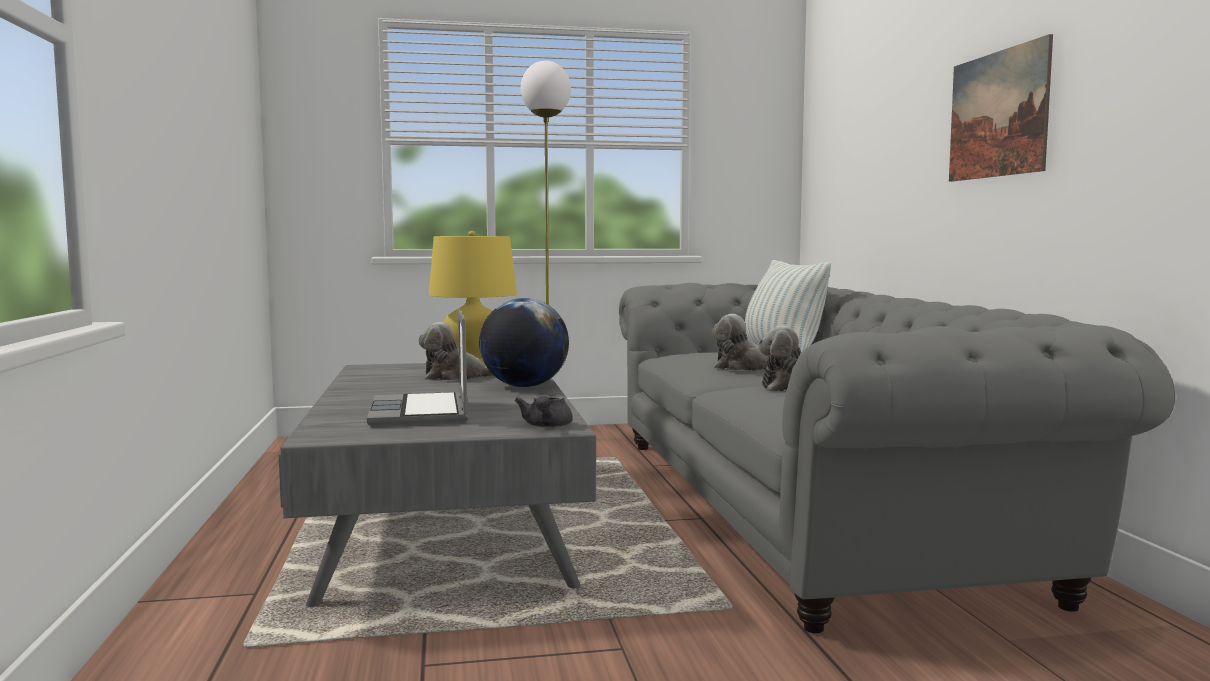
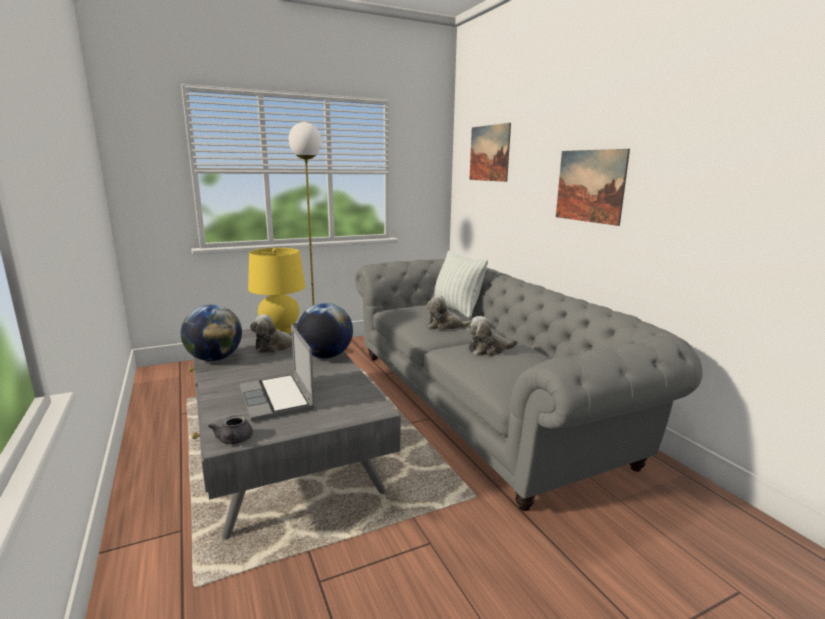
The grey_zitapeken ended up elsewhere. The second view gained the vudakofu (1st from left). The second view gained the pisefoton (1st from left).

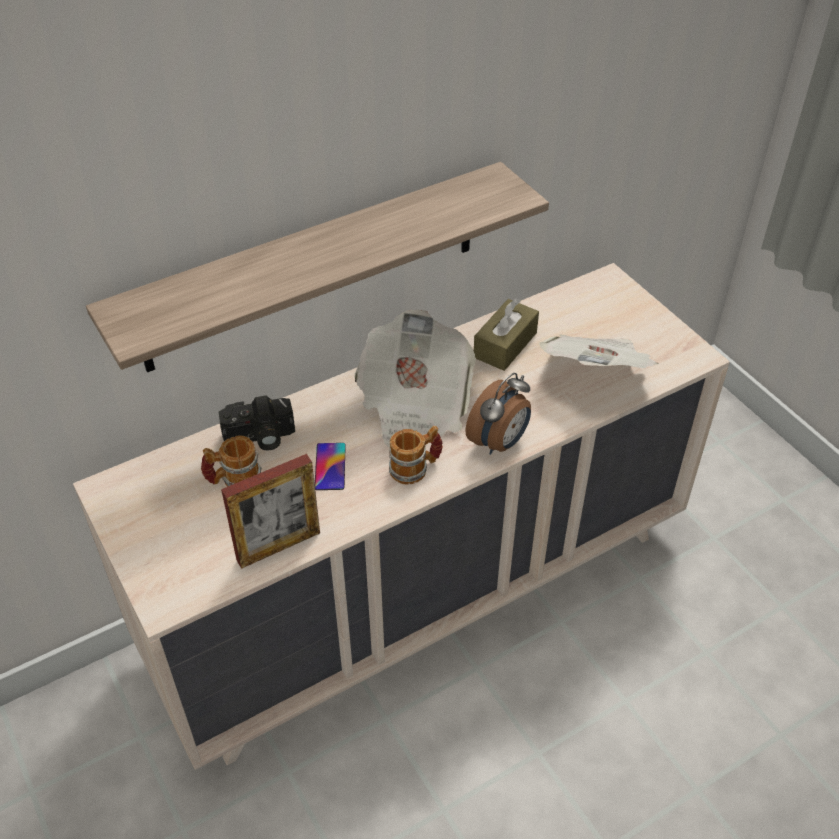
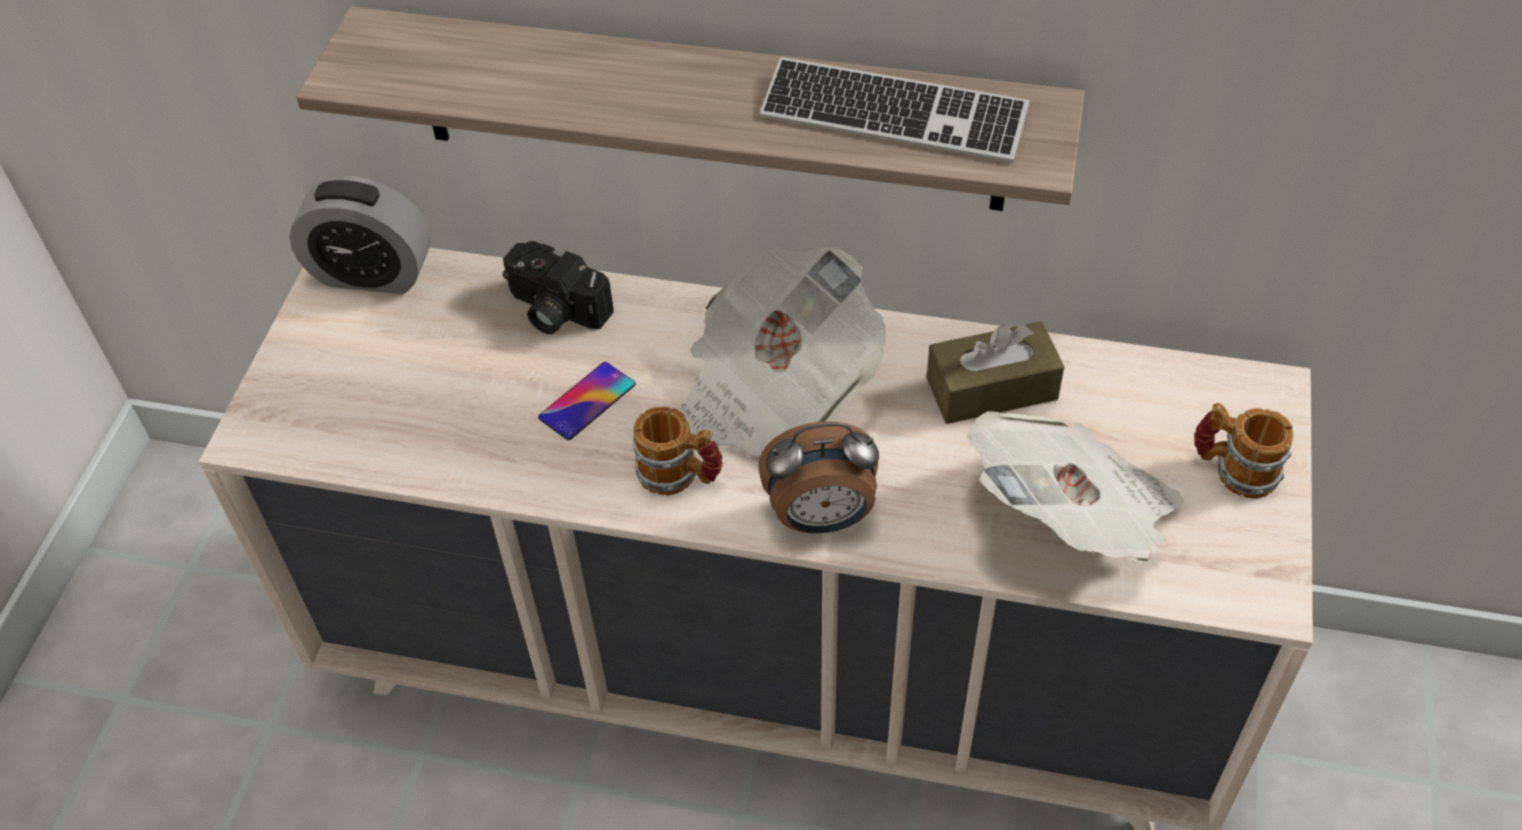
The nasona (1st from left in the first image) ended up elsewhere. The second view lost the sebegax. The second view gained the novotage. The second view gained the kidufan (1st from left).

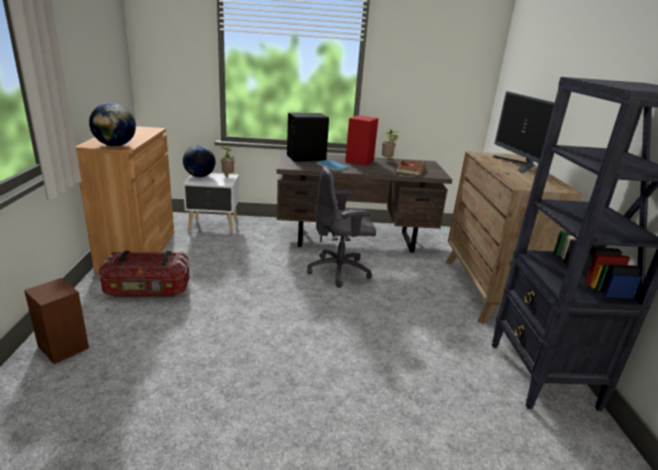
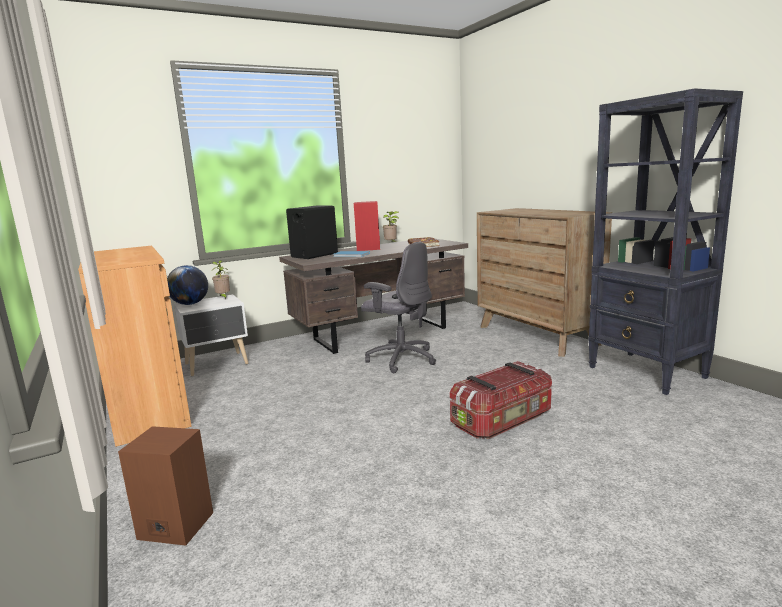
The second view lost the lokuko. The second view lost the pisefoton (1st from left). The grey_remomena ended up facing another way, 105 degrees counterclockwise from before. The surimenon ended up elsewhere.

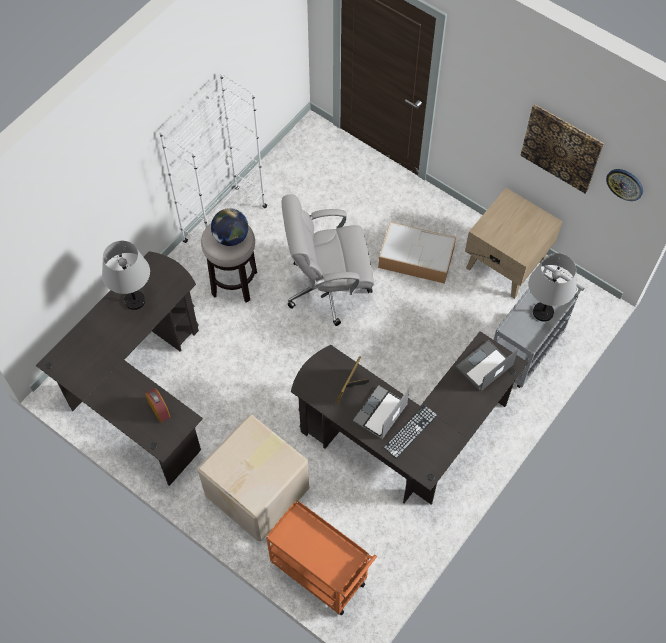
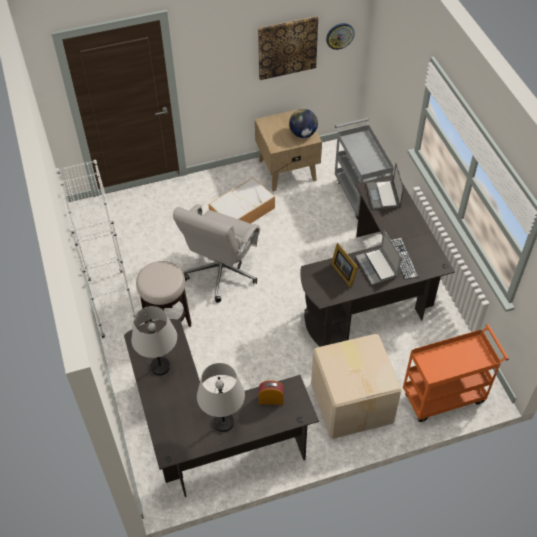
The pisefoton ended up elsewhere. The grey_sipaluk (2nd from left) ended up elsewhere.

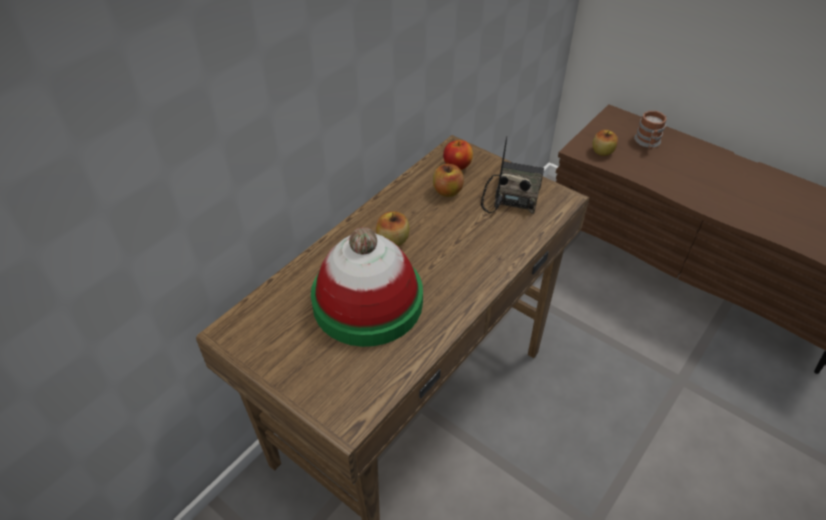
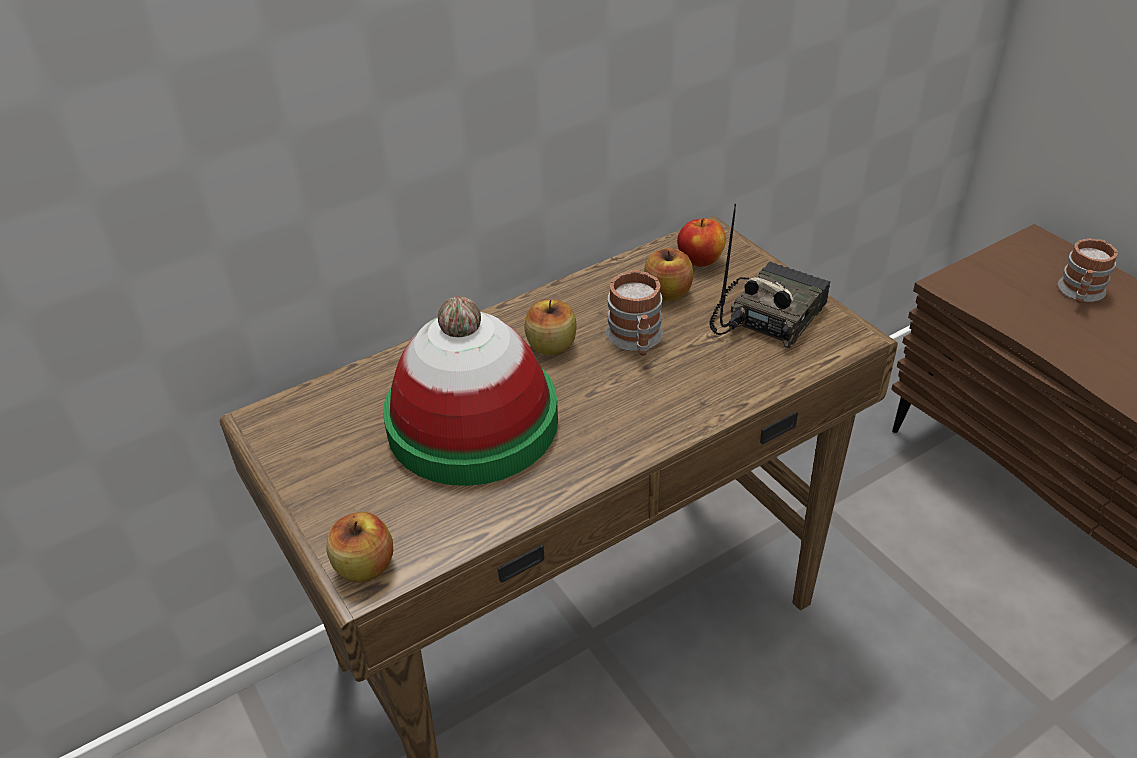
The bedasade (4th from left in the first image) ended up elsewhere. The second view gained the nasona (1st from left).

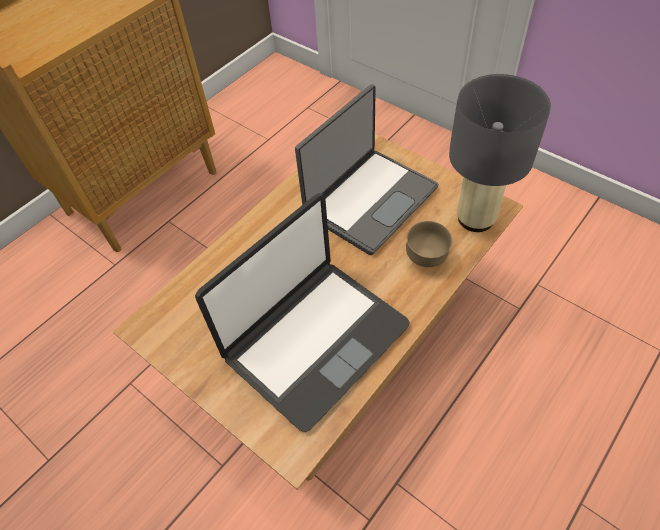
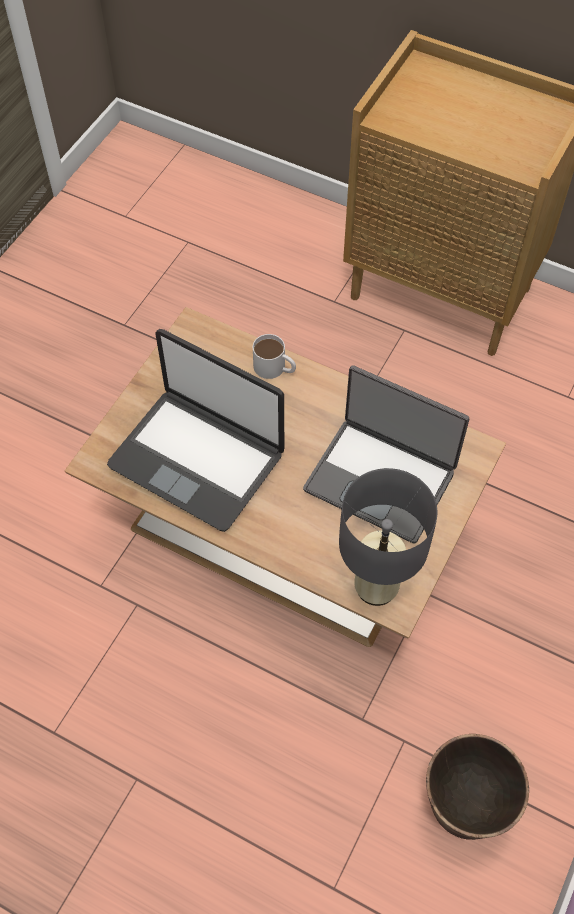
The second view lost the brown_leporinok. The second view gained the white_nasona. The second view gained the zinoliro.

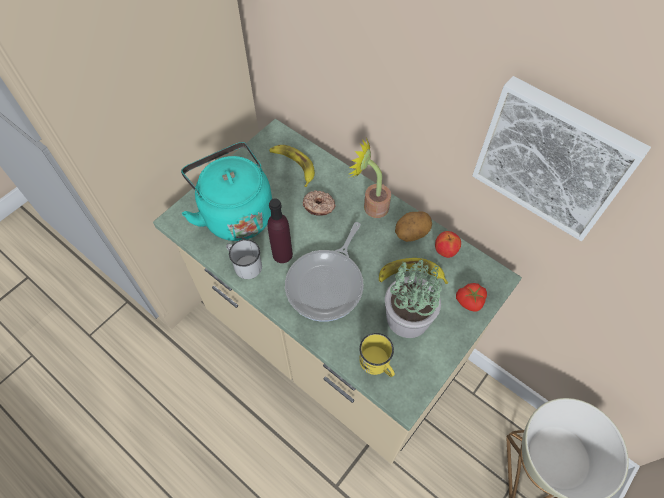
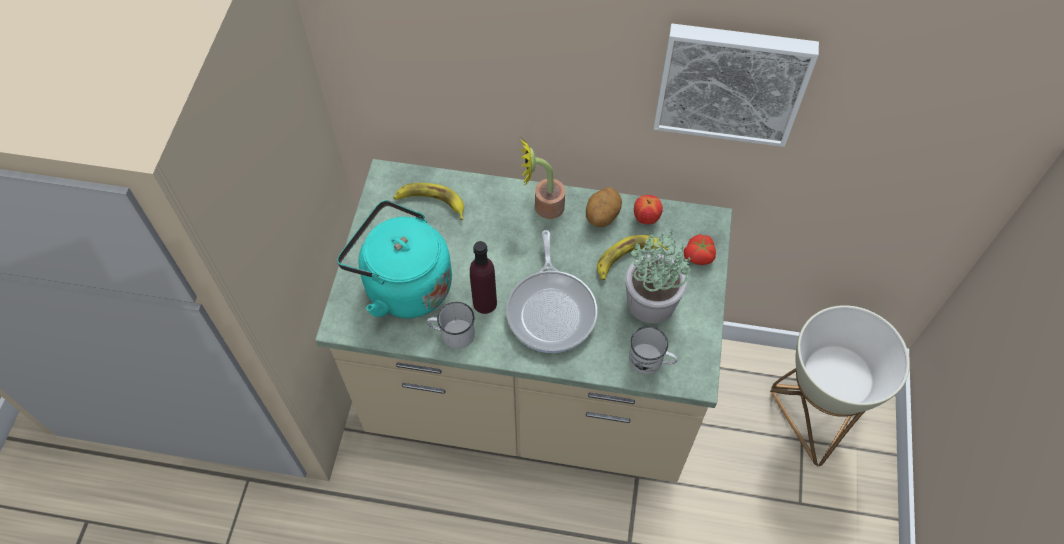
The second view lost the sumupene. What was the yellow_nasona turned into the white_nasona (2nd from left).

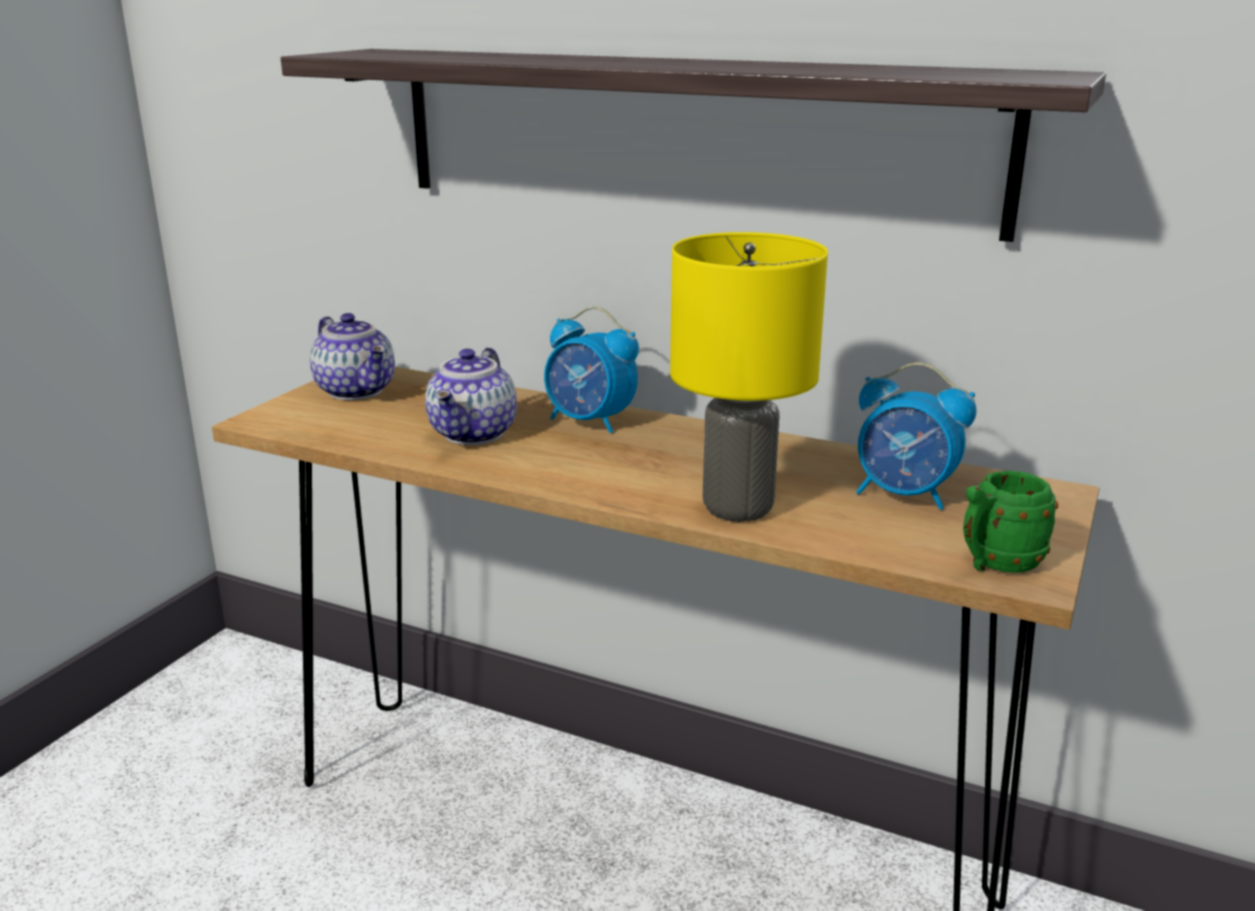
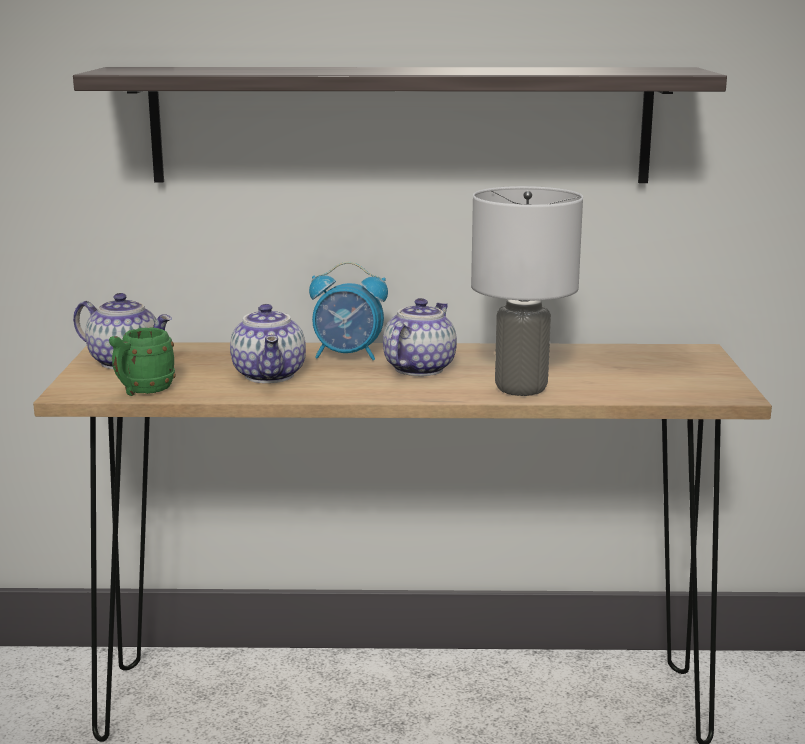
What was the yellow_sipaluk turned into the white_sipaluk. The second view lost the kidufan (2nd from left). The green_nasona ended up elsewhere. The second view gained the zitapeken (3rd from left).

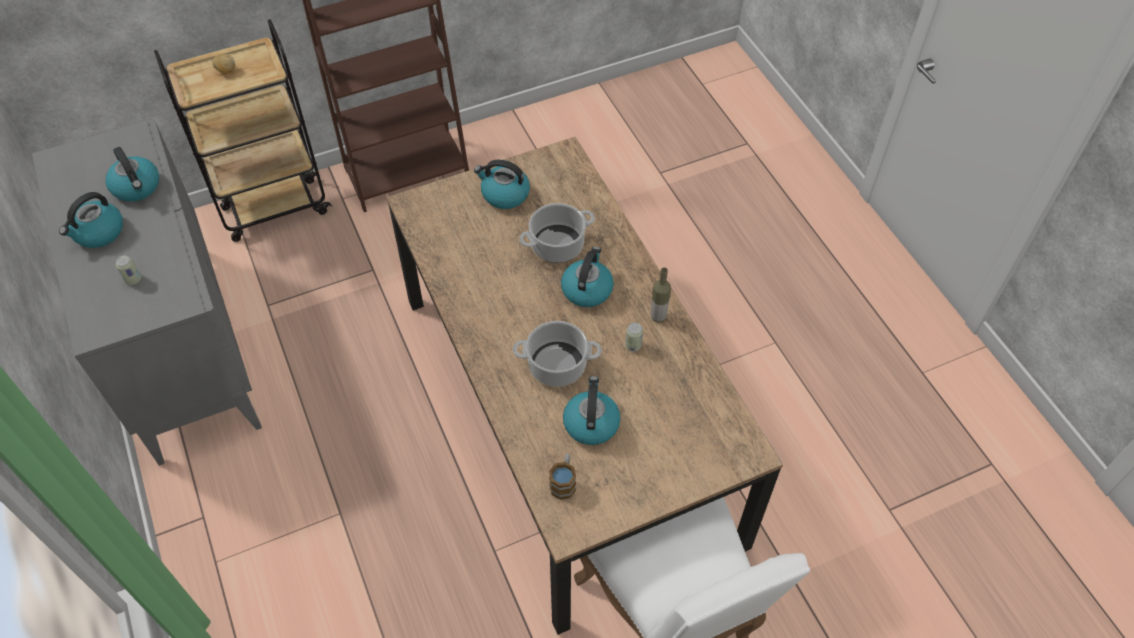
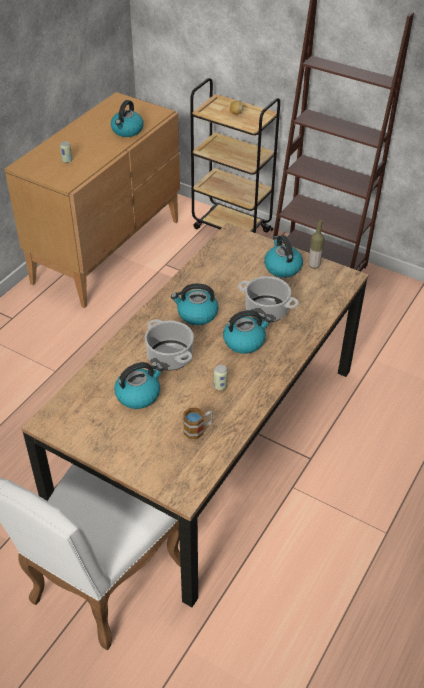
What was the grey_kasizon turned into the brown_kasizon. The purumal (1st from left in the first image) ended up elsewhere. The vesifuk ended up elsewhere. The nasona ended up elsewhere.

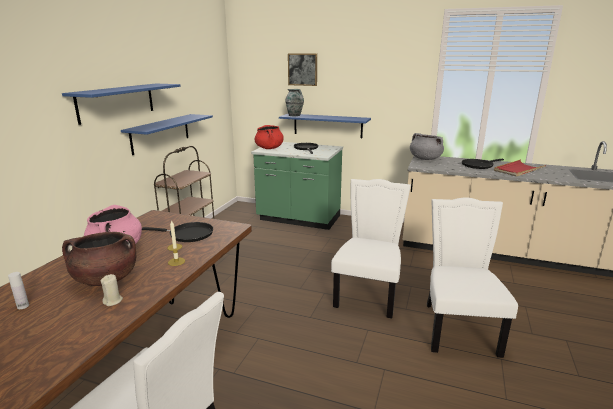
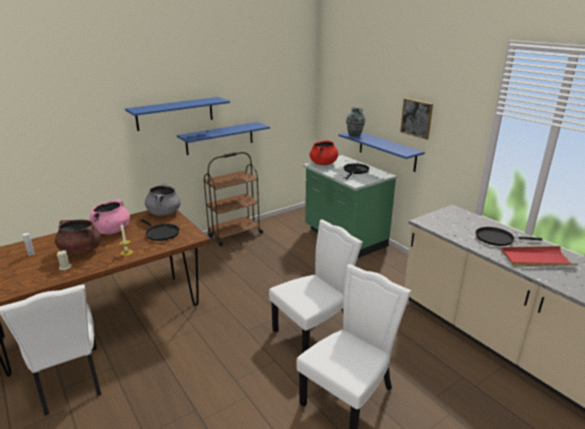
The vudakofu ended up elsewhere. The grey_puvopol ended up elsewhere.

